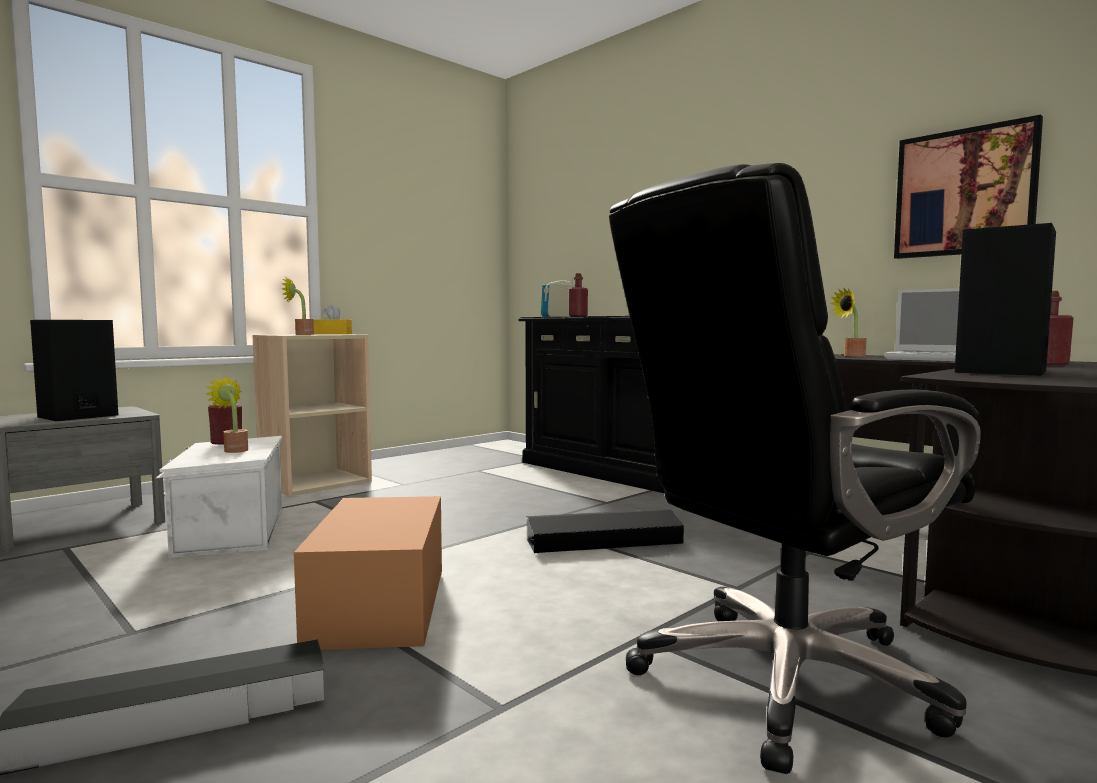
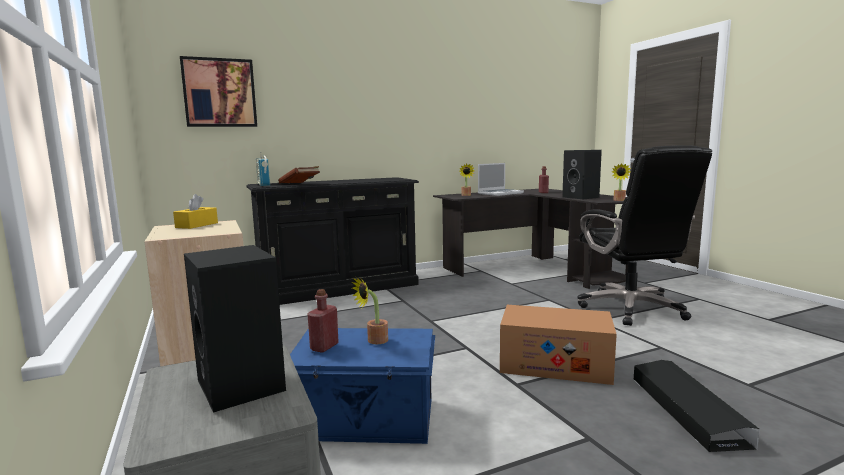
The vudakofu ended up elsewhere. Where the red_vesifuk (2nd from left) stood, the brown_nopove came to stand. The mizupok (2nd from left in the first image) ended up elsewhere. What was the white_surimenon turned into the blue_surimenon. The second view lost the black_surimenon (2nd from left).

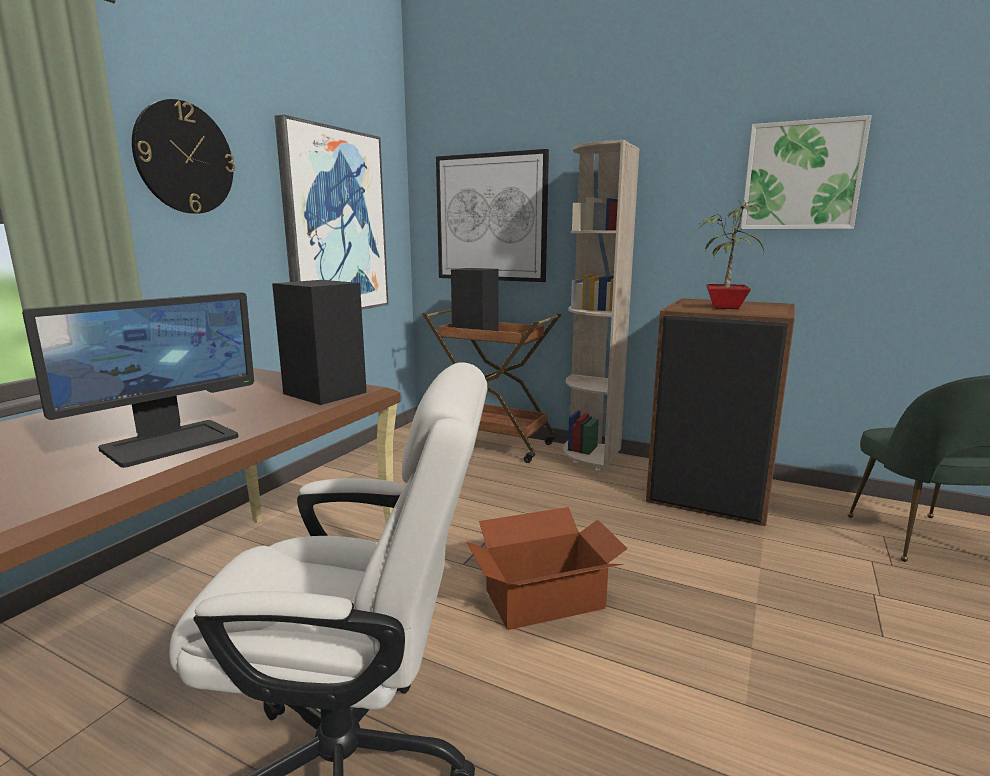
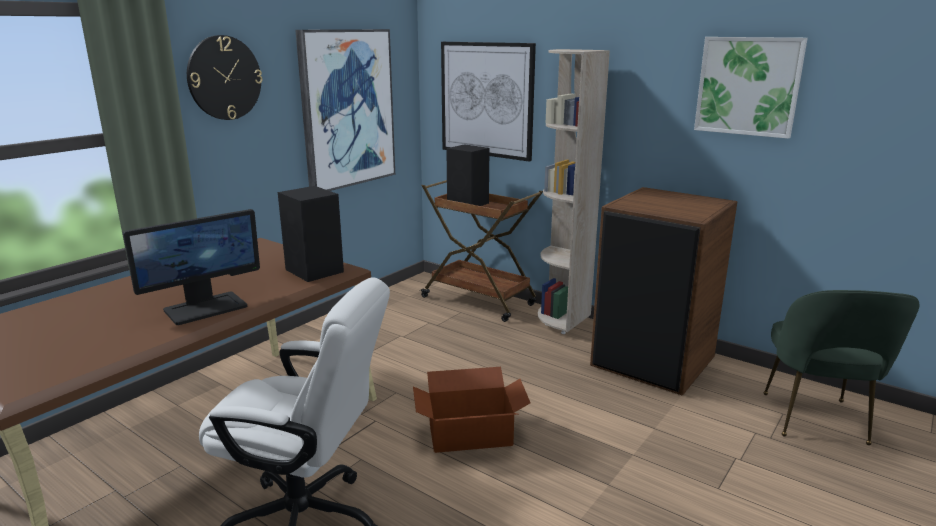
The second view lost the mizupok.

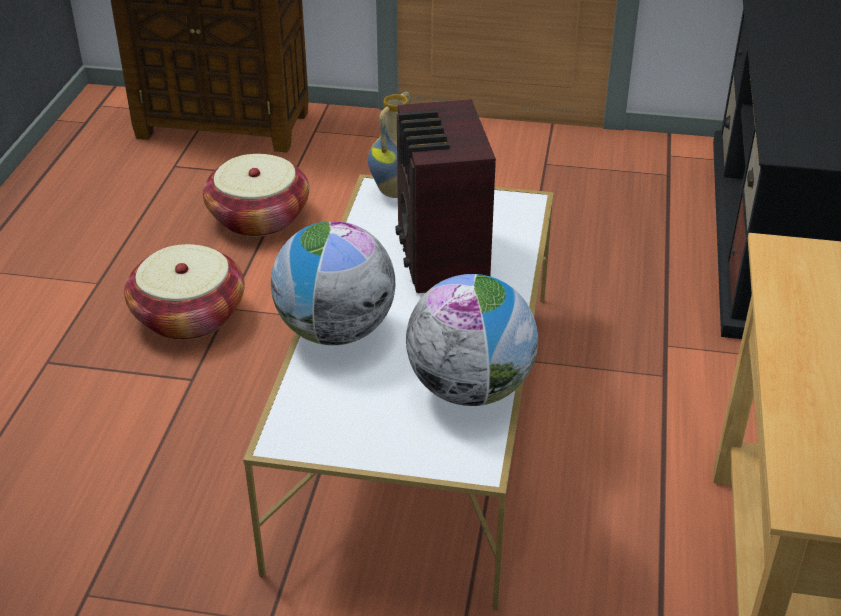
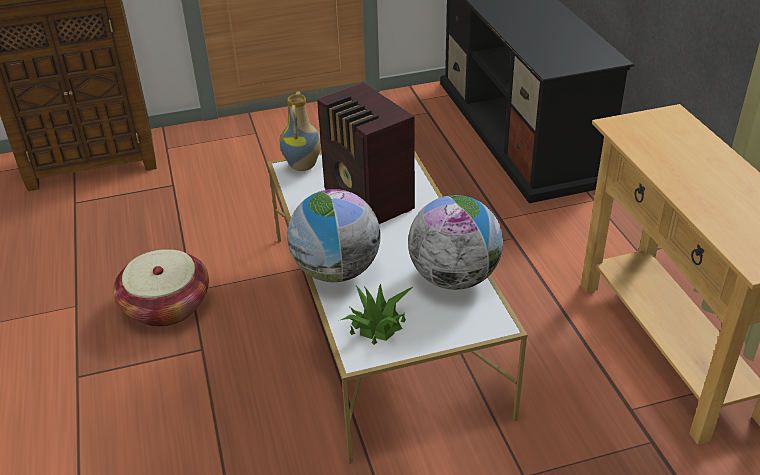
The second view lost the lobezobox (2nd from left). The second view gained the mizupok.

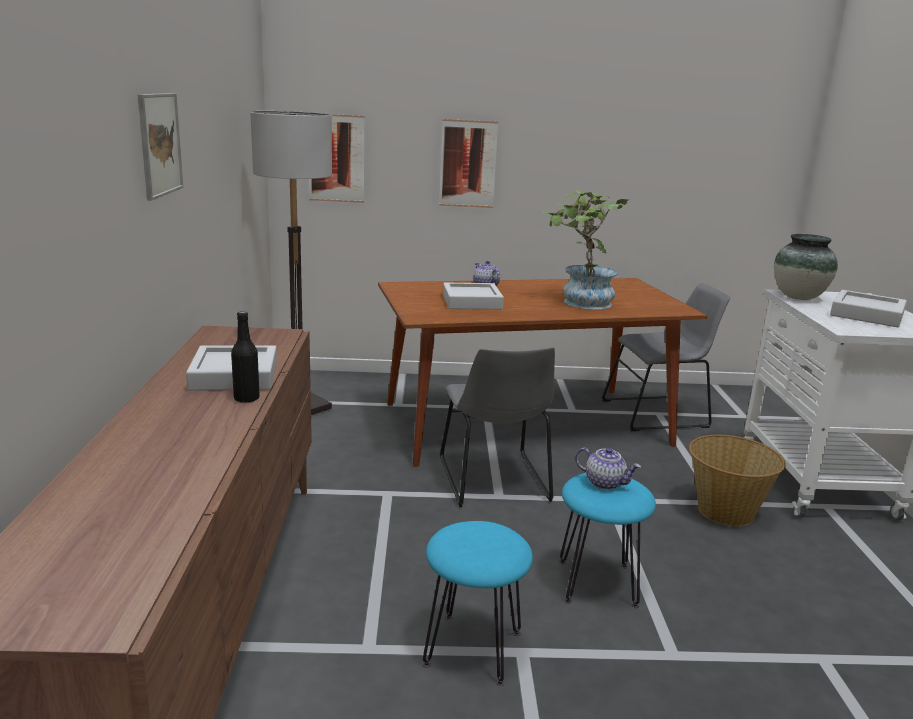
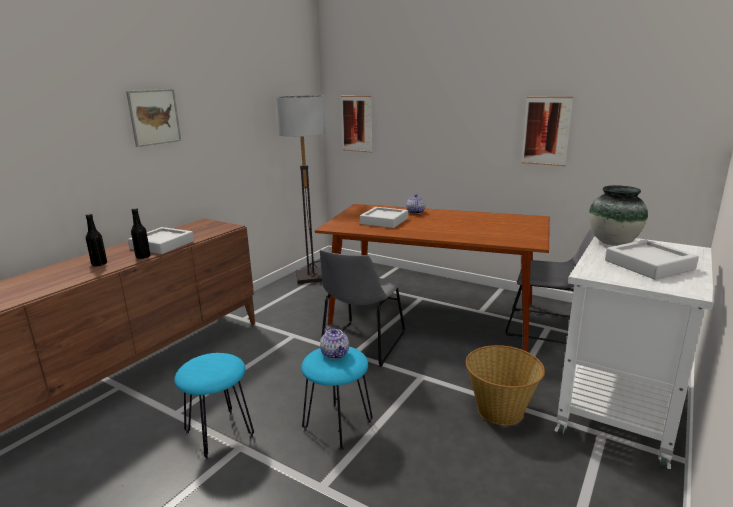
The vudakofu (3rd from left) ended up elsewhere. The second view lost the mizupok. The second view gained the black_vesifuk (1st from left).

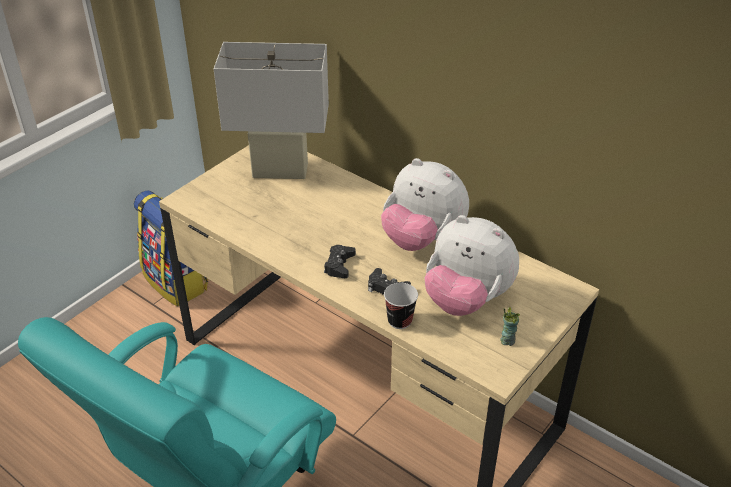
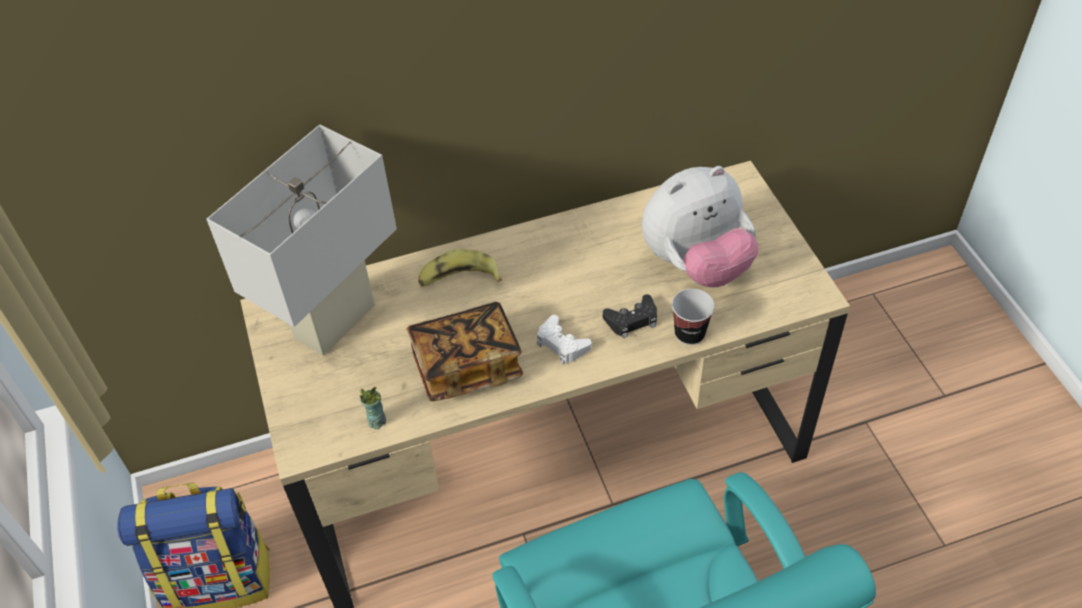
The second view lost the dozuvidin (1st from left). What was the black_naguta (1st from left) turned into the white_naguta. The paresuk (2nd from left in the first image) ended up elsewhere. The second view gained the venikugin. The second view gained the nopove.

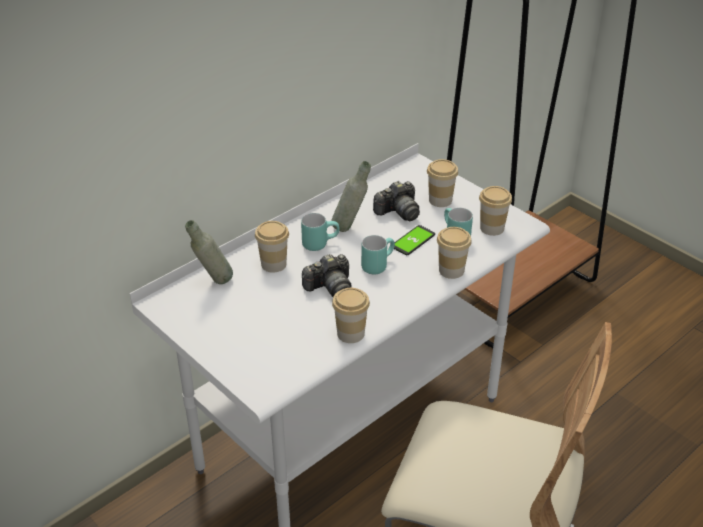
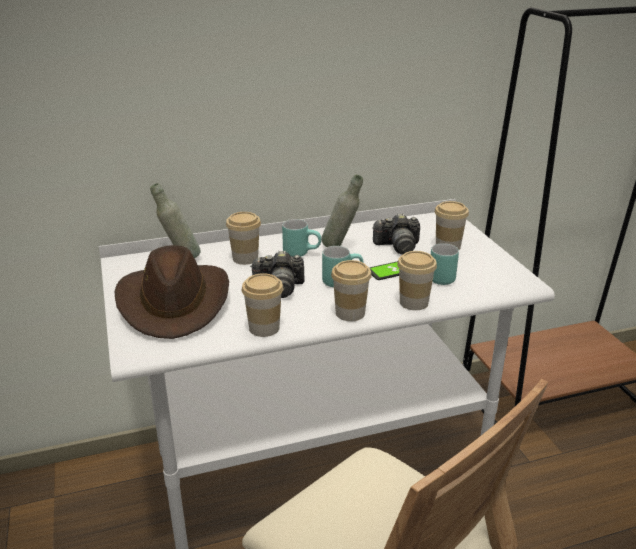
The paresuk (5th from left in the first image) ended up elsewhere. The second view gained the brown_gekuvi.

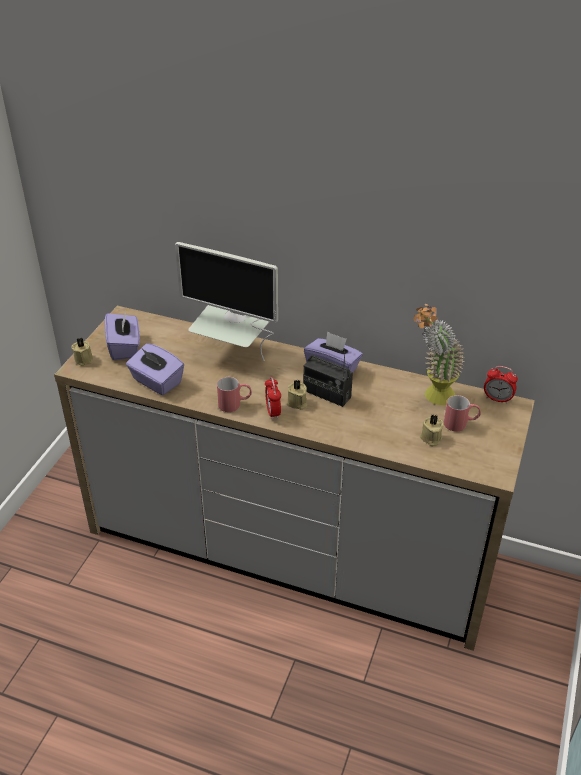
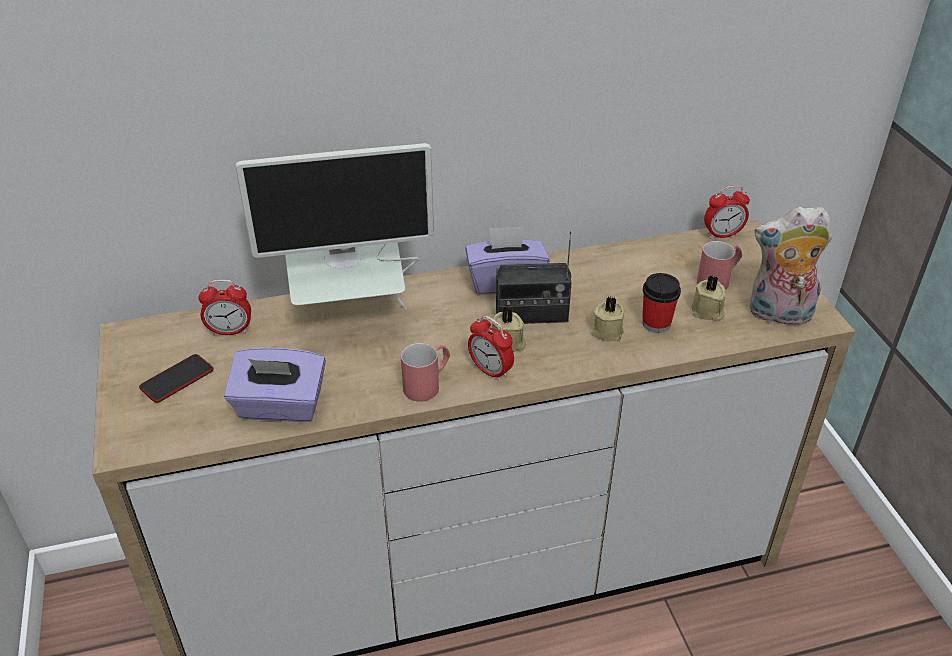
The second view lost the mizupok. Where the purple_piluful (1st from left) stood, the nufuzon came to stand. The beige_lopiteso (1st from left in the first image) ended up elsewhere. The second view gained the dozuvidin. The second view gained the paresuk. The second view gained the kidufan (1st from left).

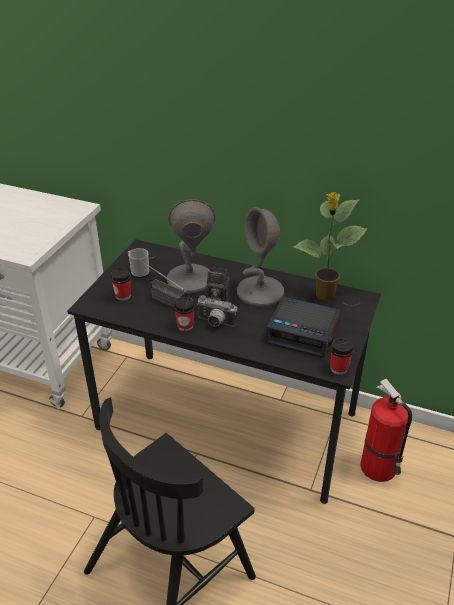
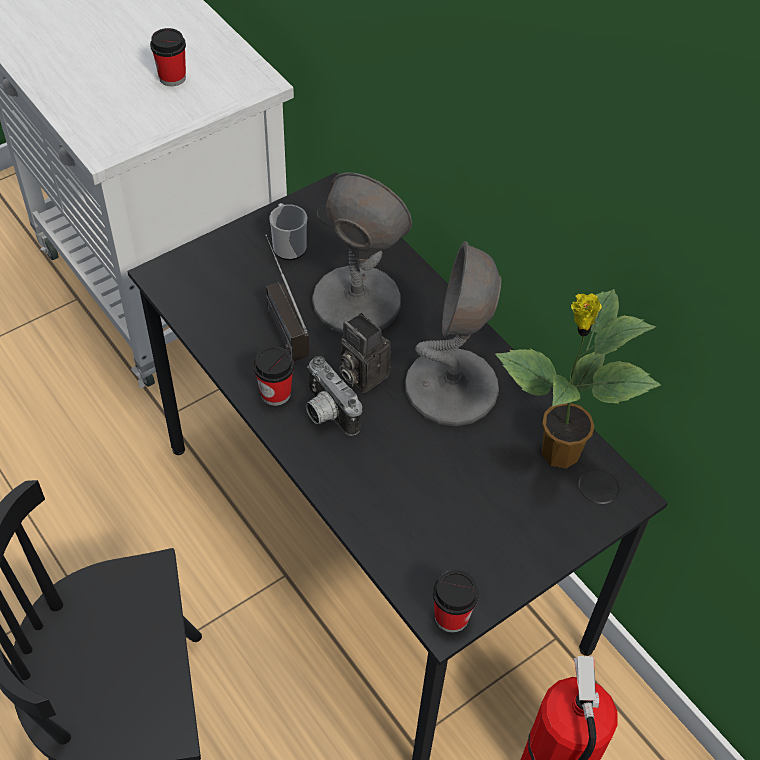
The paresuk (1st from left) ended up elsewhere. The second view lost the kidufan.

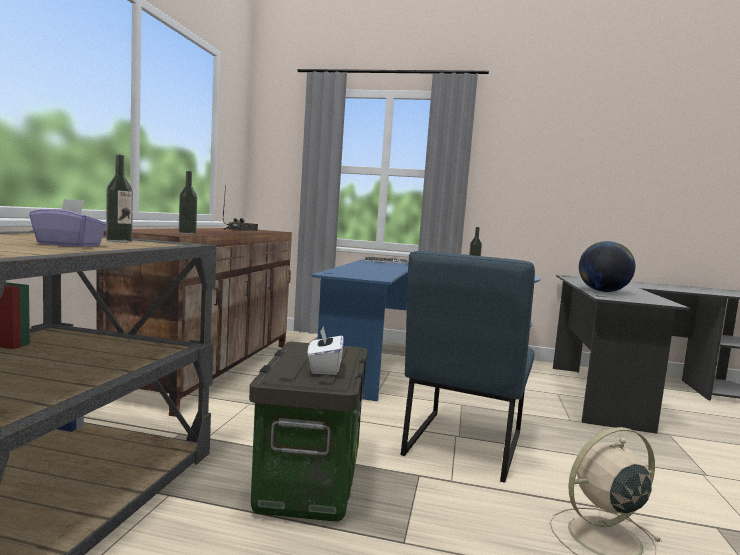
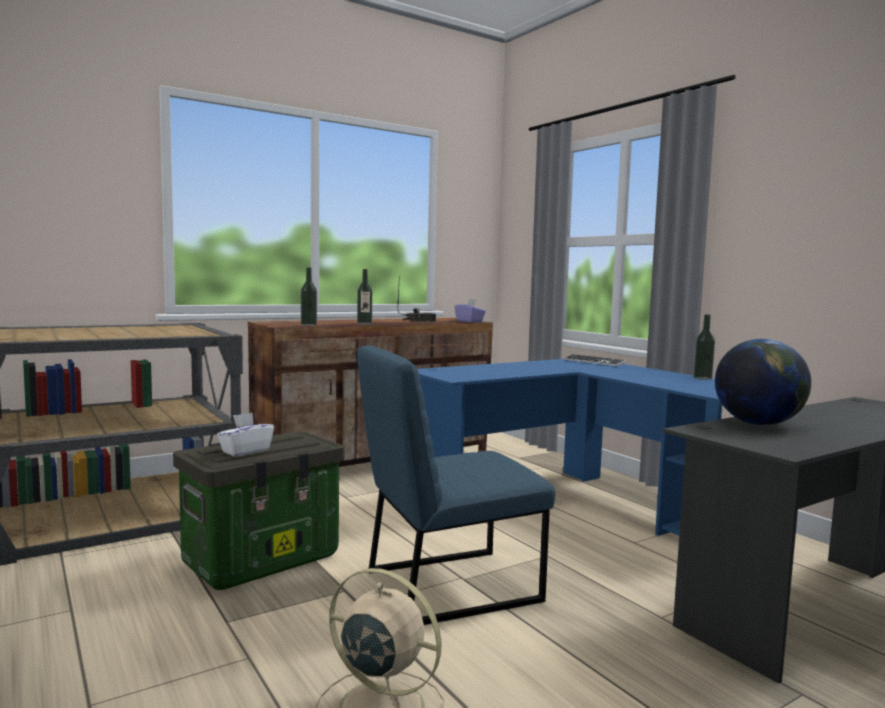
The vesifuk (1st from left in the first image) ended up elsewhere. The purple_piluful ended up elsewhere.

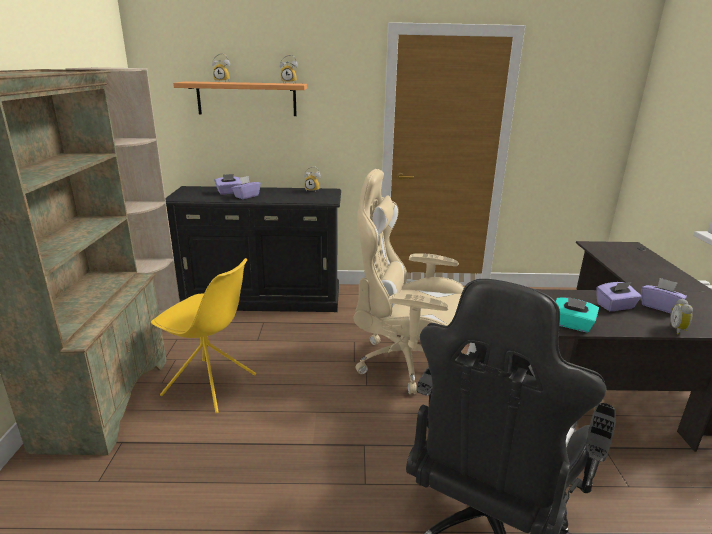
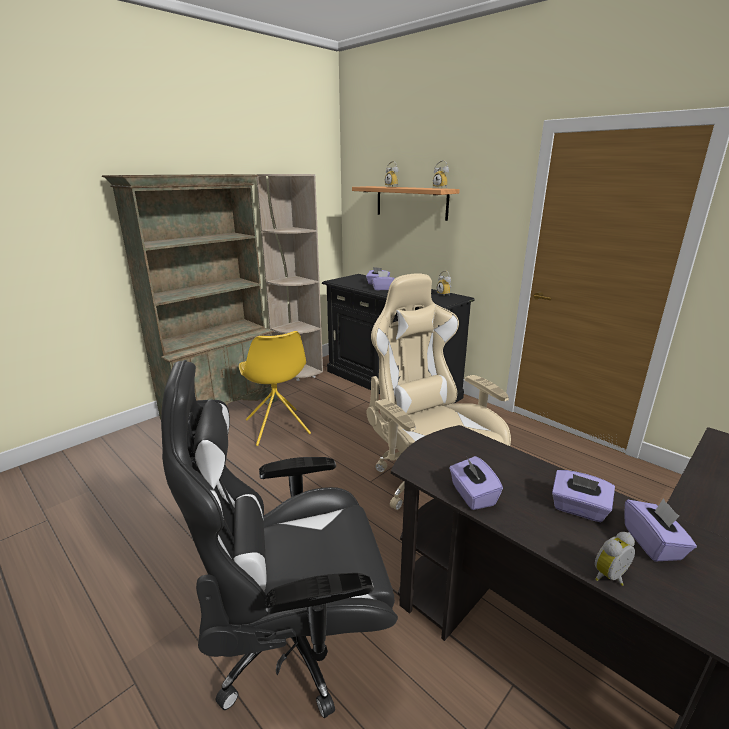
What was the turquoise_piluful turned into the purple_piluful (3rd from left).

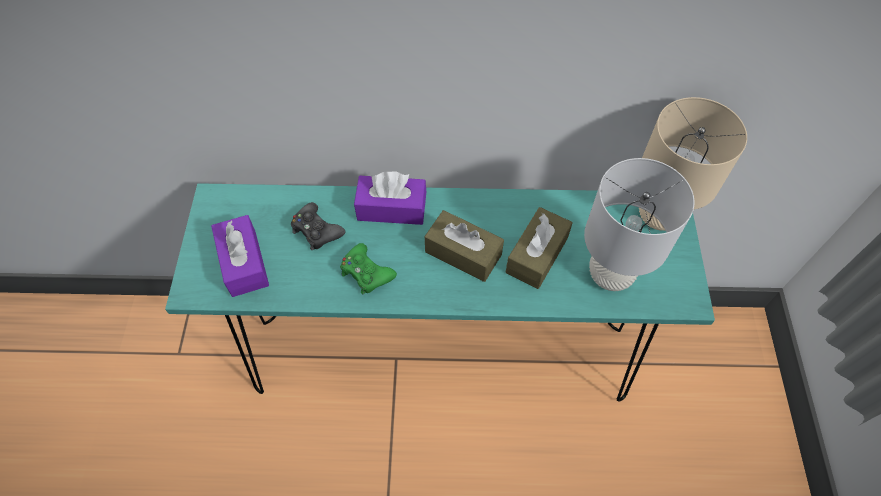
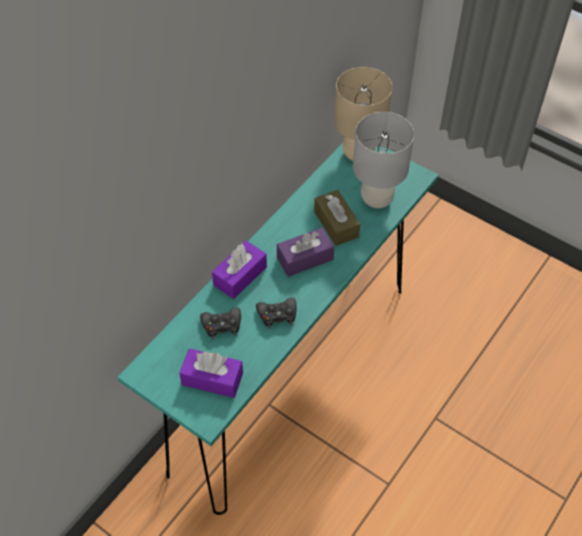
What was the brown_piluful (1st from left) turned into the purple_piluful (3rd from left). What was the green_naguta turned into the black_naguta (2nd from left).

